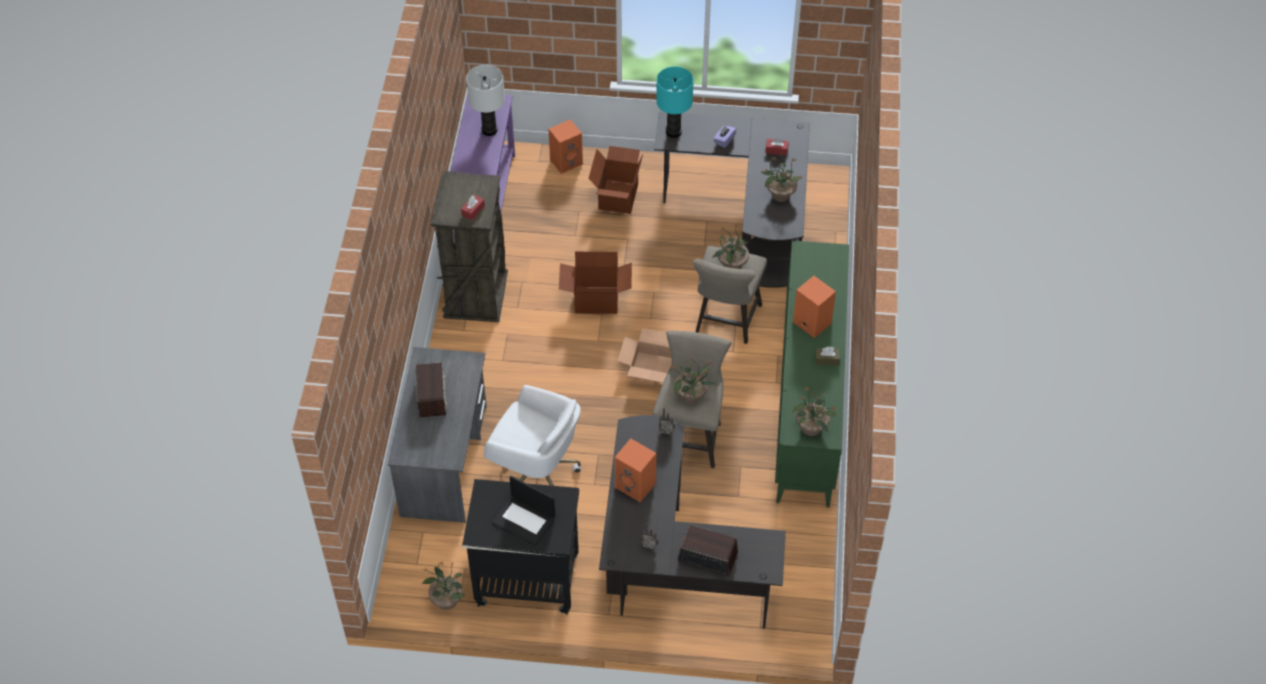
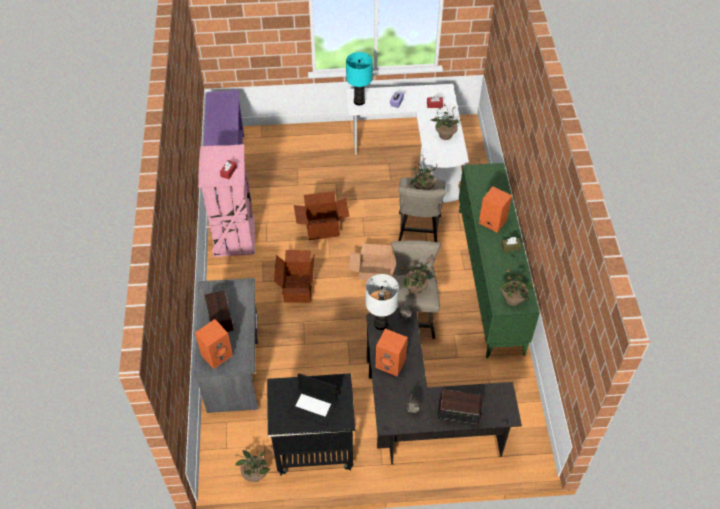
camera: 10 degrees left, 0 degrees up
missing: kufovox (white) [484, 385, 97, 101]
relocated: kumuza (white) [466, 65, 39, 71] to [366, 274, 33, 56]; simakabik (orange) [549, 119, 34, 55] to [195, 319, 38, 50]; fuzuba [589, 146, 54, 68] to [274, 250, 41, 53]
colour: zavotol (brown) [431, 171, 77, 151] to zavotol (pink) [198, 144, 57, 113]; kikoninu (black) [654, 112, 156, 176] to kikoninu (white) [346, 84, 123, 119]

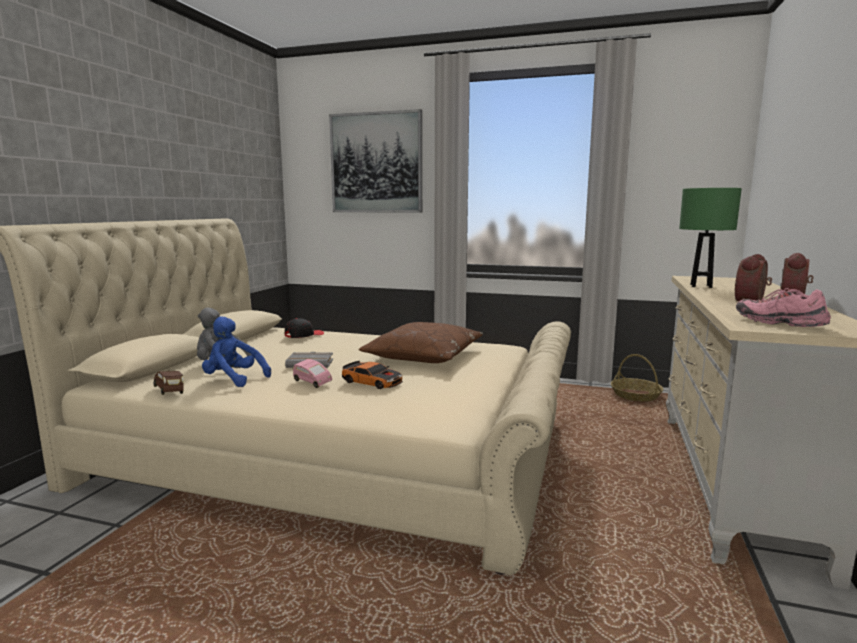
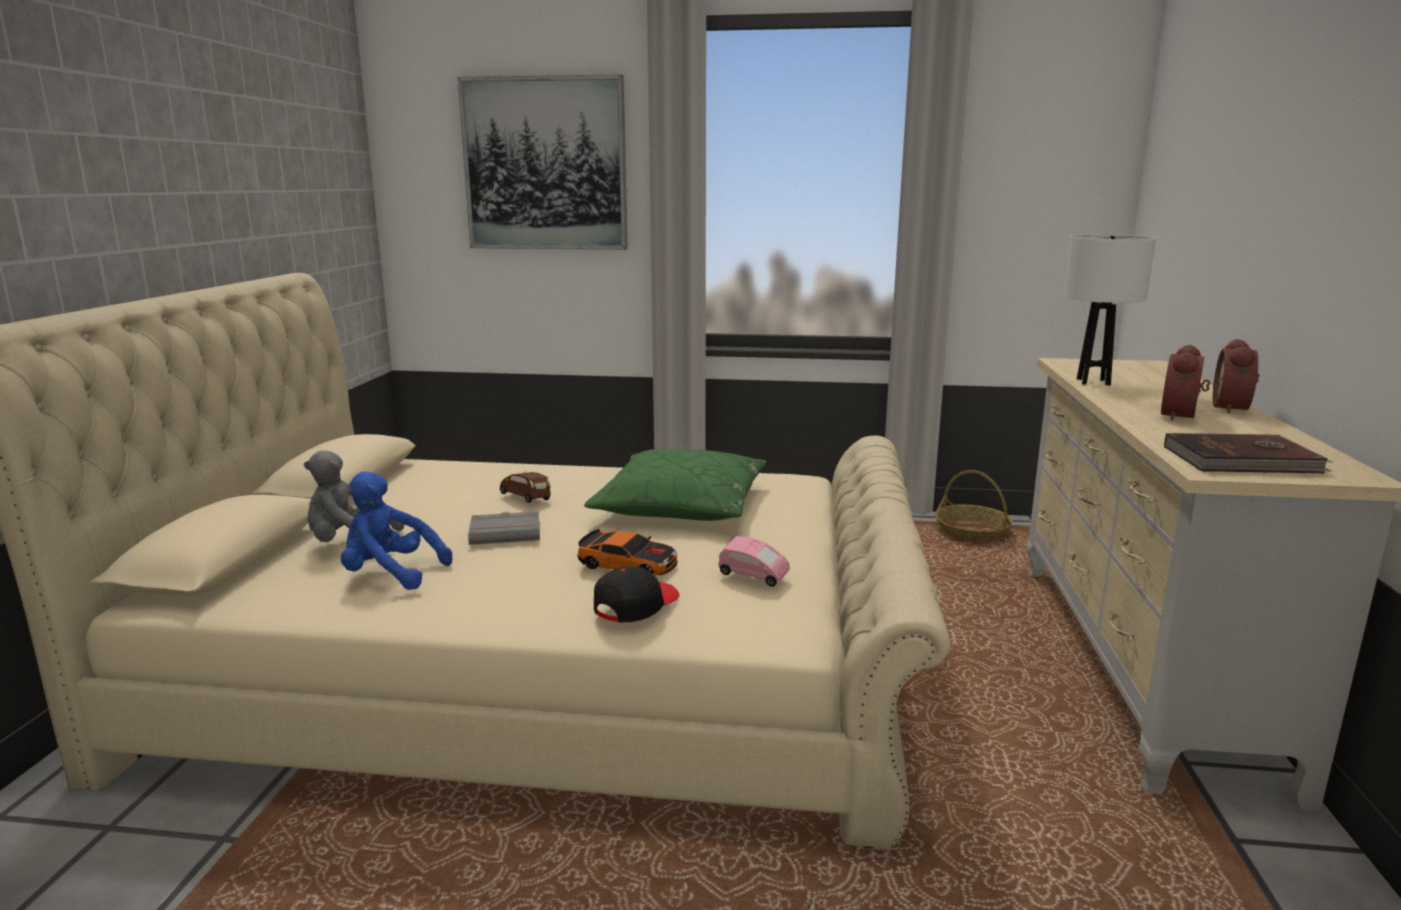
camera: 10 degrees left, 5 degrees up
relocated: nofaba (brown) [154, 371, 30, 24] to [500, 472, 51, 31]; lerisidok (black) [285, 318, 39, 20] to [594, 566, 85, 56]; nofaba (pink) [293, 359, 39, 29] to [718, 536, 72, 51]
exchanged: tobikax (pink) [736, 288, 95, 39] to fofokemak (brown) [1164, 433, 169, 40]
colour: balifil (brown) [359, 322, 124, 41] to balifil (green) [584, 449, 182, 72]; kumuza (green) [679, 188, 63, 100] to kumuza (white) [1064, 235, 92, 151]

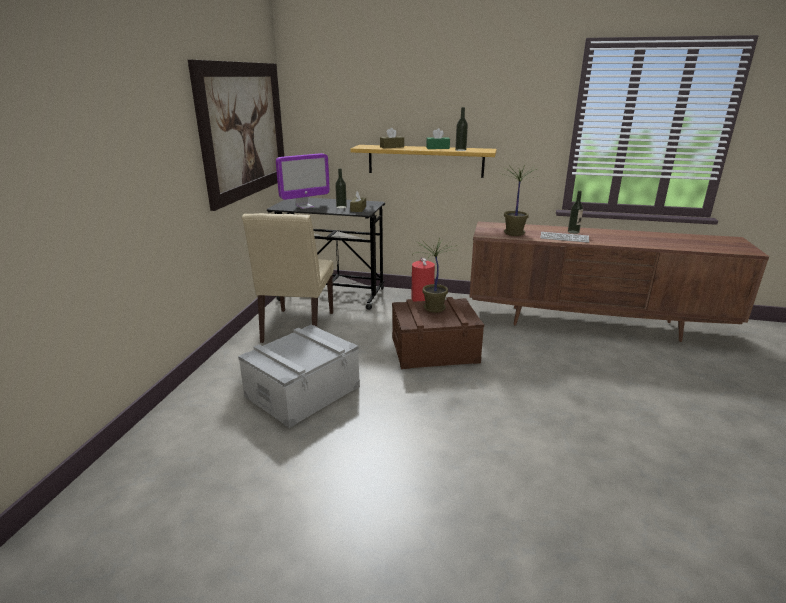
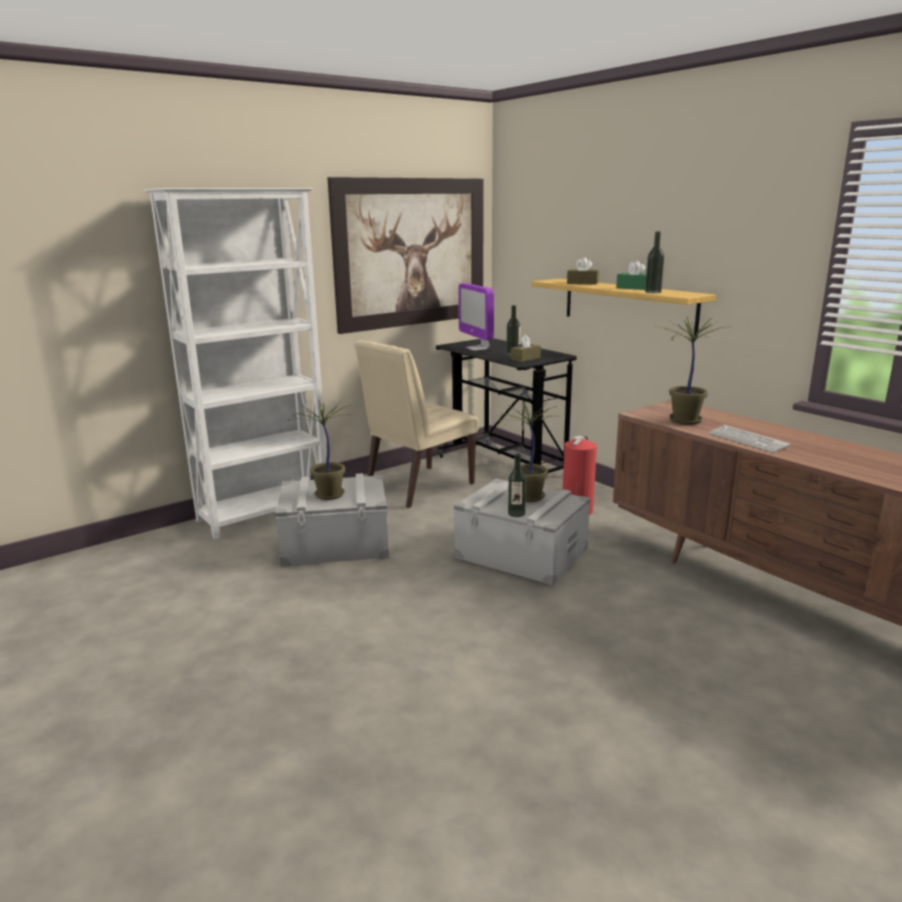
camera: 40 degrees right, 5 degrees down
appeared: zavotol (white) [144, 188, 183, 351]; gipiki [287, 400, 65, 100]
relocated: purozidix [568, 191, 15, 43] to [508, 453, 18, 64]
colour: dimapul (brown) [392, 297, 92, 72] to dimapul (grey) [454, 479, 137, 107]
spun: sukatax [276, 153, 54, 56] = [458, 283, 36, 68] 60 degrees clockwise

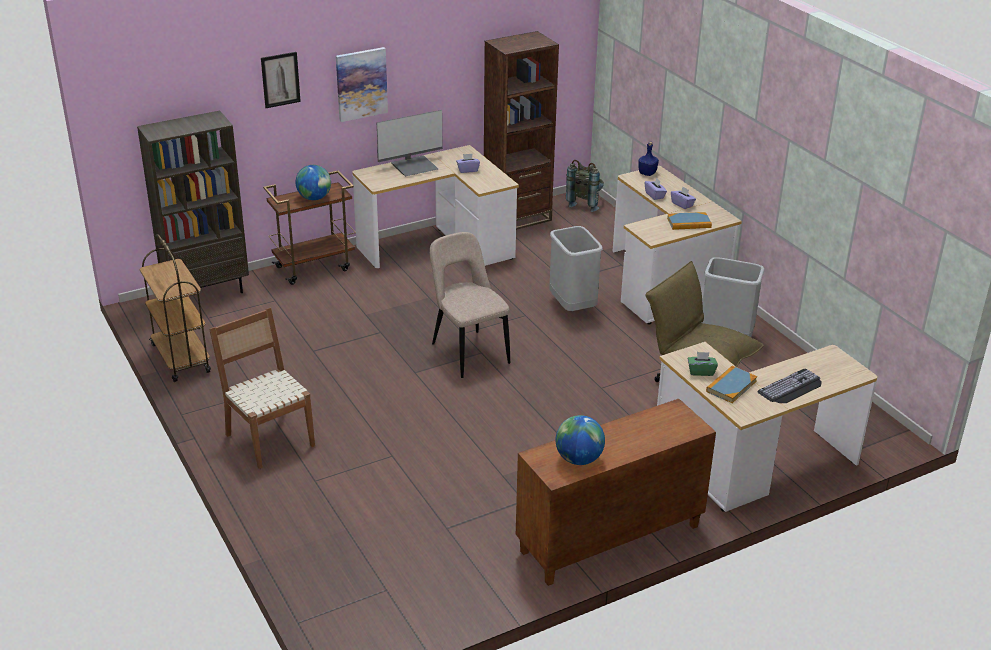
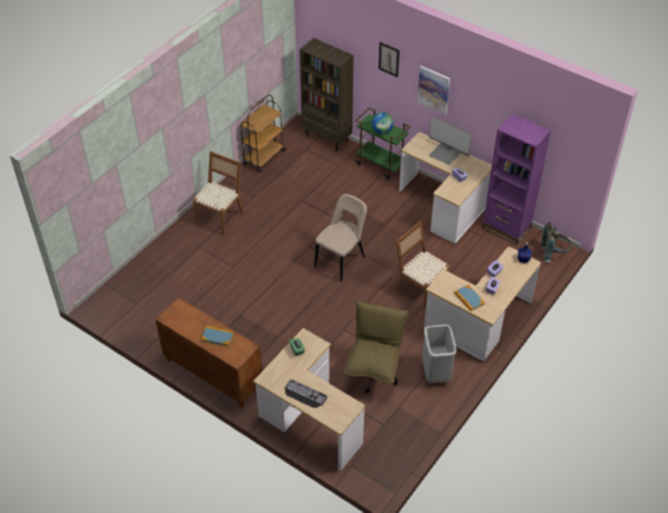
camera: 65 degrees right, 15 degrees up
missing: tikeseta [556, 415, 49, 50]
relocated: fofokemak [706, 366, 51, 37] to [201, 326, 33, 21]
exchanged: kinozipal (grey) [549, 226, 54, 85] to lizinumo [395, 221, 55, 89]
colour: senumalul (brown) [263, 170, 93, 115] to senumalul (green) [355, 108, 56, 72]; zavotol (brown) [484, 31, 75, 199] to zavotol (purple) [482, 114, 69, 131]

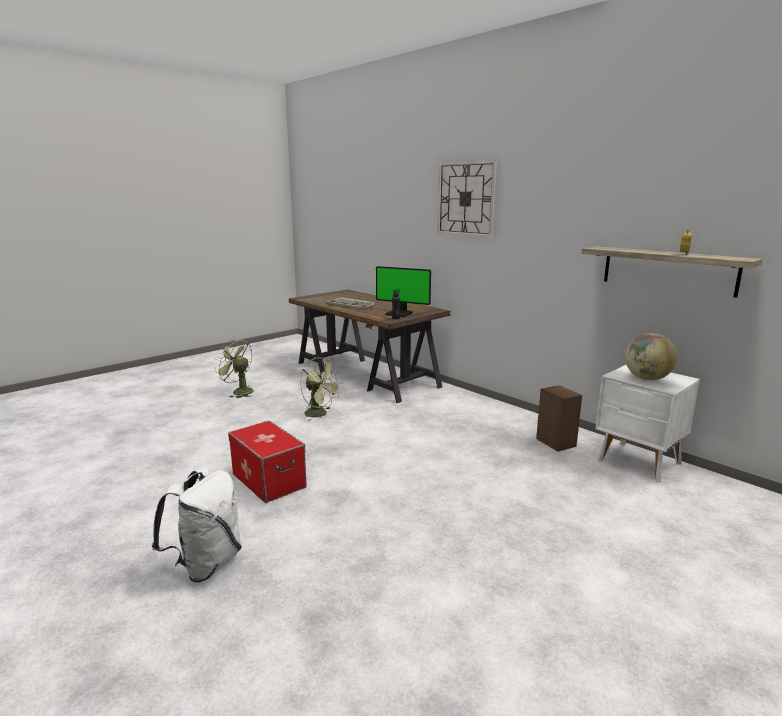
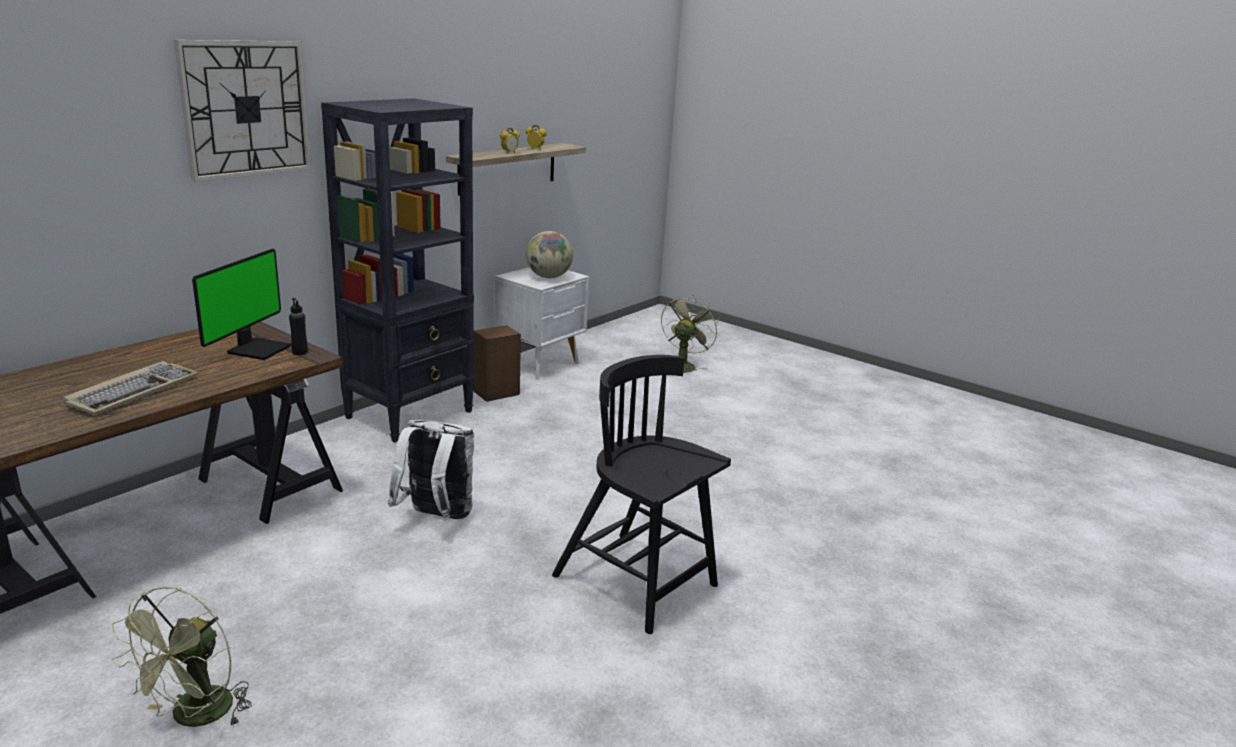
camera: 100 degrees left, 5 degrees up
appeared: zavotol (black) [321, 98, 154, 344]; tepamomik [500, 128, 20, 26]
relocated: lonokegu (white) [152, 468, 90, 115] to [388, 420, 86, 99]; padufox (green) [300, 357, 43, 64] to [661, 295, 58, 77]
exchanged: dimapul [228, 421, 79, 82] to lizinumo (black) [552, 355, 179, 279]

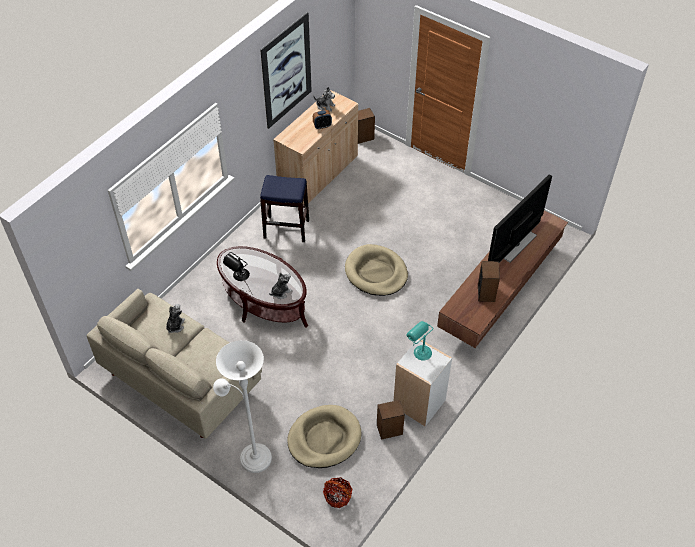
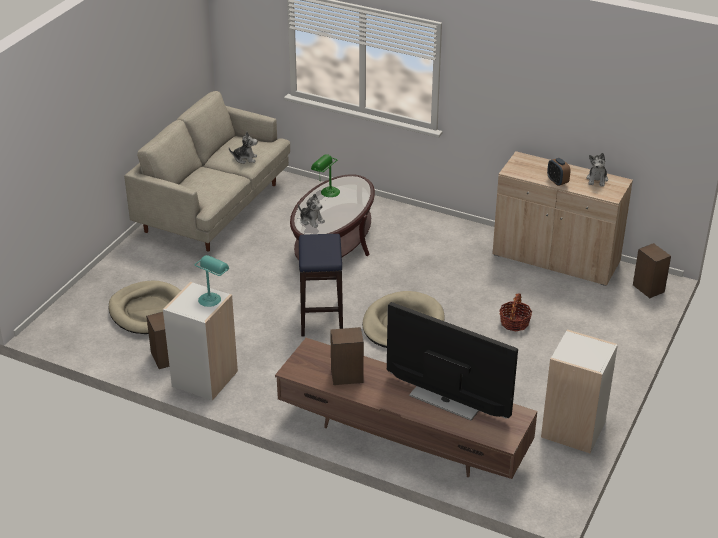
camera: 80 degrees right, 15 degrees down
missing: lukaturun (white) [213, 340, 59, 133]; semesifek [260, 12, 52, 117]
appeared: zavotol [541, 330, 77, 123]
relocated: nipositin [260, 175, 49, 67] to [299, 234, 44, 102]; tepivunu [323, 477, 30, 31] to [499, 293, 33, 38]
colour: kumuza (black) [223, 252, 27, 29] to kumuza (green) [311, 154, 29, 43]

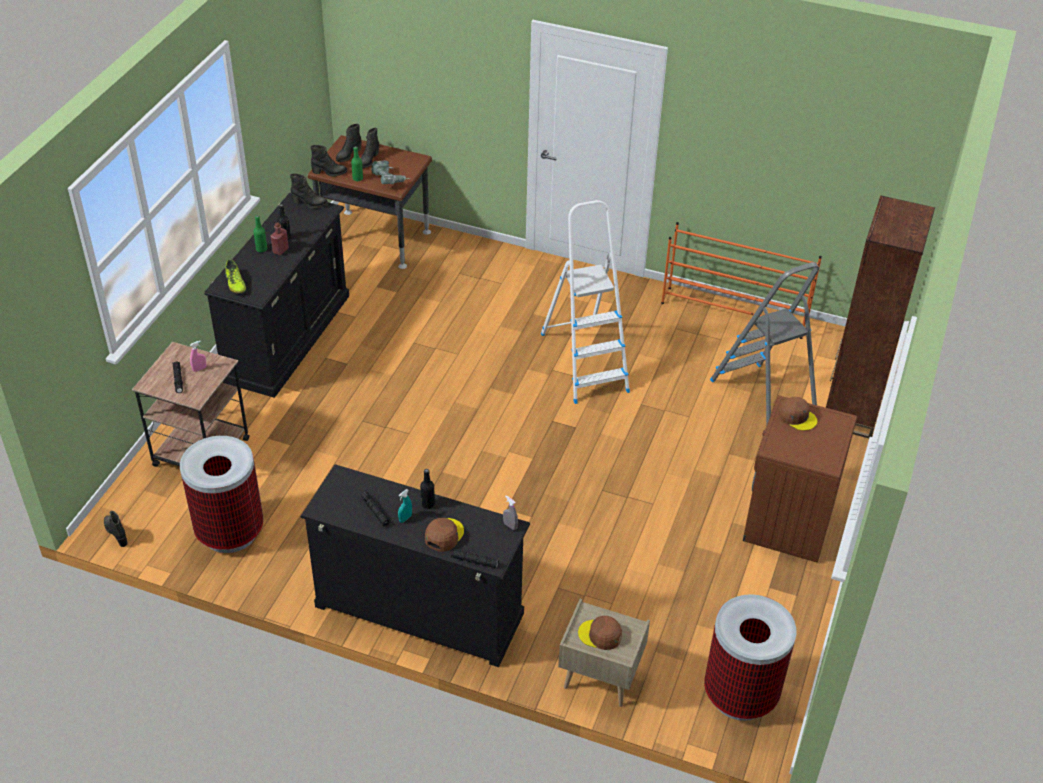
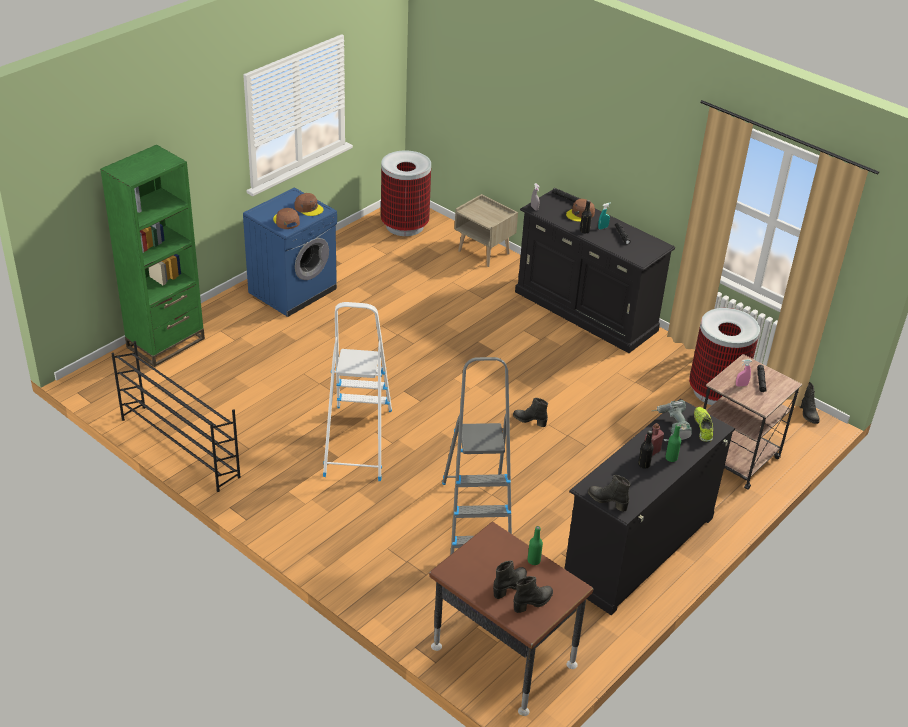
camera: 160 degrees left, 5 degrees down
relocated: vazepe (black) [310, 145, 37, 32] to [513, 398, 35, 29]; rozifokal [371, 161, 39, 23] to [652, 400, 40, 41]; lerisidok (brown) [578, 616, 44, 34] to [295, 193, 29, 23]; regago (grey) [710, 262, 109, 165] to [442, 357, 70, 197]
colour: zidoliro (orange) [661, 222, 161, 117] to zidoliro (black) [111, 341, 130, 151]; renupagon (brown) [743, 395, 114, 167] to renupagon (blue) [243, 188, 94, 129]; zavotol (brown) [826, 195, 109, 243] to zavotol (green) [100, 145, 105, 222]

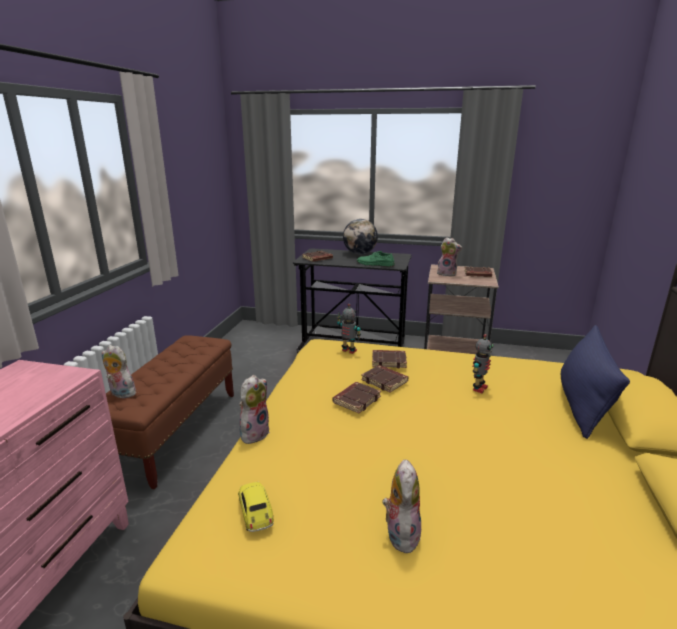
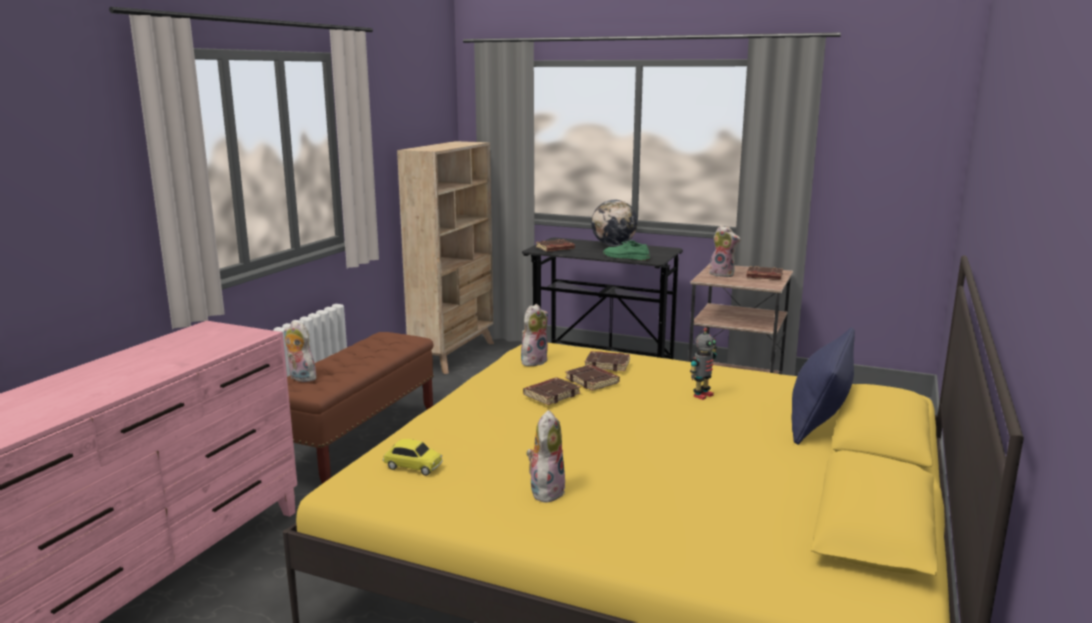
camera: 10 degrees right, 5 degrees down
missing: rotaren [337, 304, 24, 50]
appeared: zavotol (beige) [397, 141, 97, 233]
relocated: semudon [239, 375, 31, 69] to [521, 304, 27, 62]
spun: nofaba [238, 482, 36, 50] = [383, 439, 60, 37] 120 degrees clockwise

